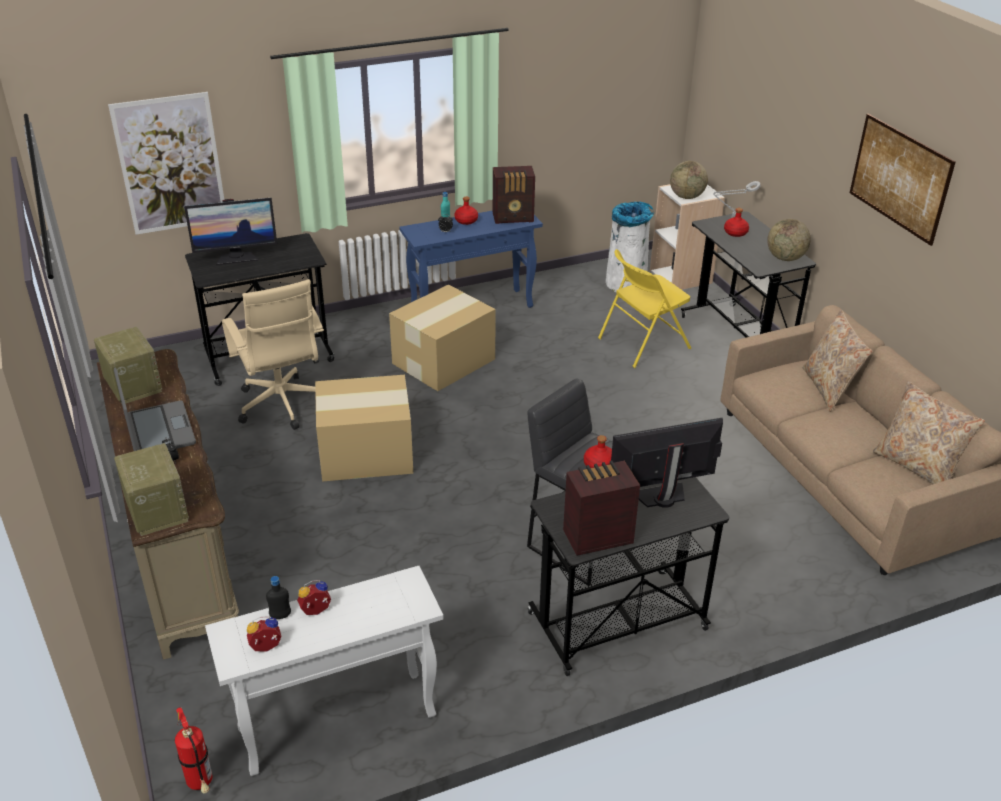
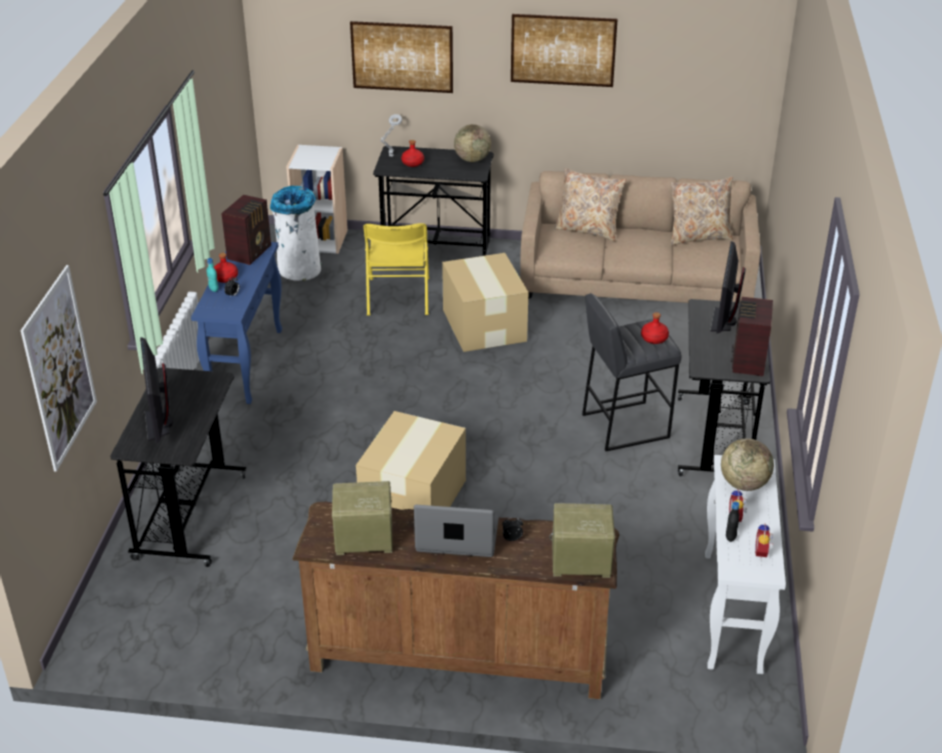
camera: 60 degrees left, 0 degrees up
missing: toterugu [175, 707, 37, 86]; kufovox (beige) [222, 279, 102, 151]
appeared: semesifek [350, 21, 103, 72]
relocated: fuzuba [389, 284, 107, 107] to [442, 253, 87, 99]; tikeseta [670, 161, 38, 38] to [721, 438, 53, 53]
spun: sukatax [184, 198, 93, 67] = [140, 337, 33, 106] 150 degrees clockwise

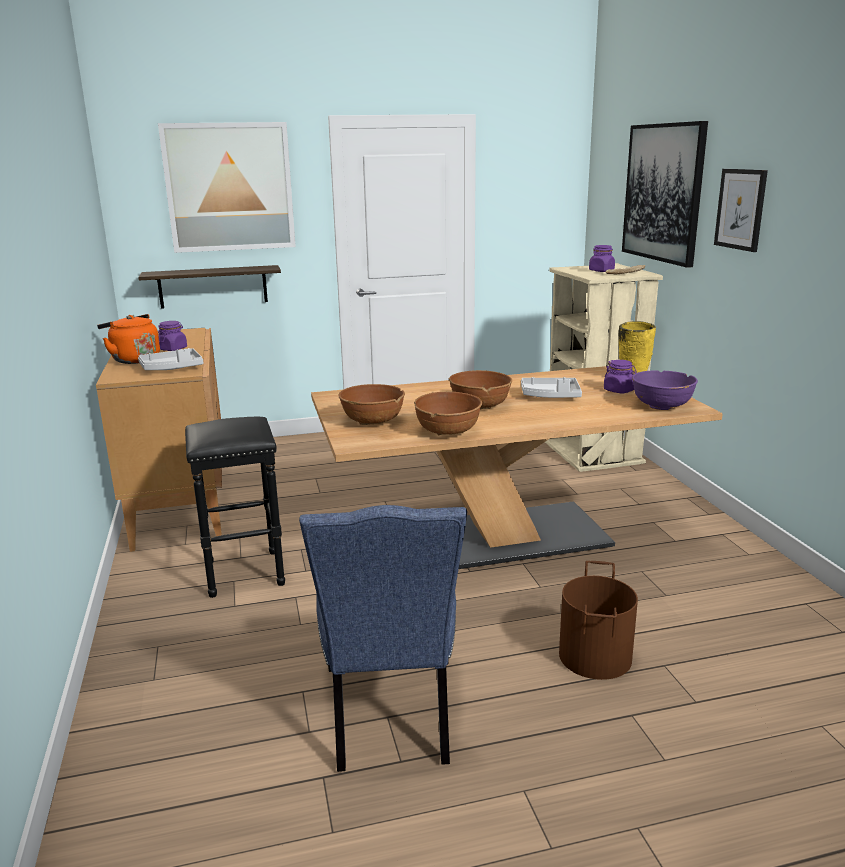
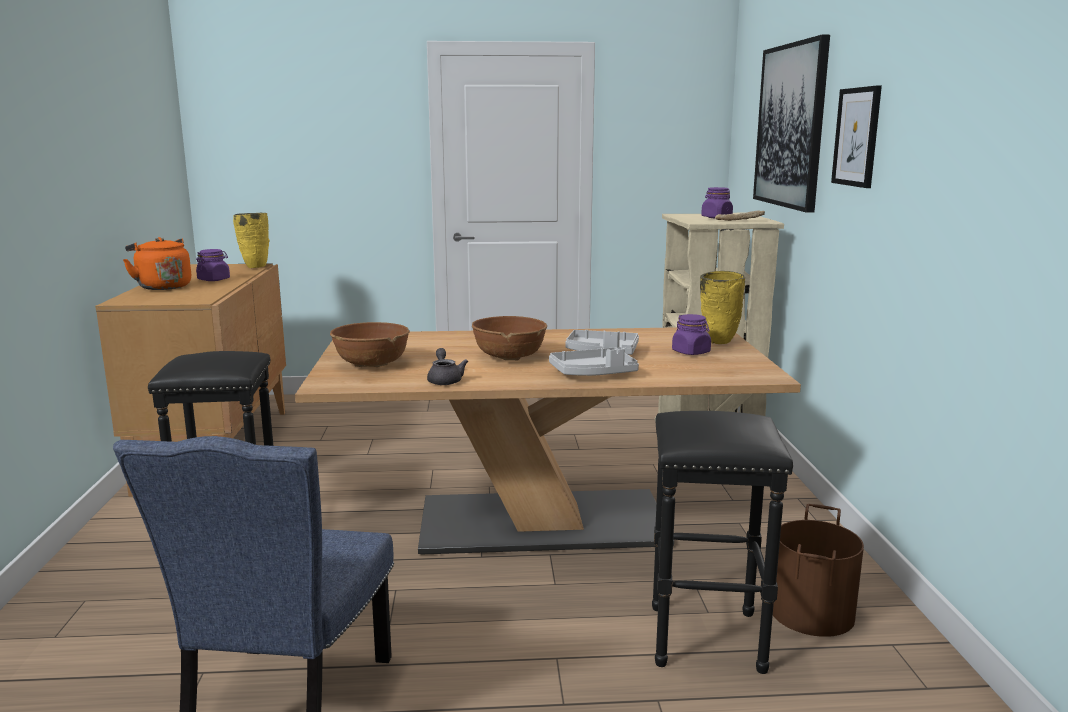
camera: 10 degrees right, 5 degrees down
missing: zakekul [138, 265, 143, 44]; semesifek [158, 122, 138, 131]; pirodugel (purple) [632, 370, 66, 40]
appeared: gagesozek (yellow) [233, 213, 37, 55]; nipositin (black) [652, 411, 141, 263]
relocated: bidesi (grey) [138, 348, 65, 22] to [549, 347, 90, 29]; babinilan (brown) [559, 561, 79, 119] to [773, 504, 91, 133]
exchanged: pirodugel (brown) [414, 392, 68, 43] to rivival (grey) [427, 348, 41, 37]

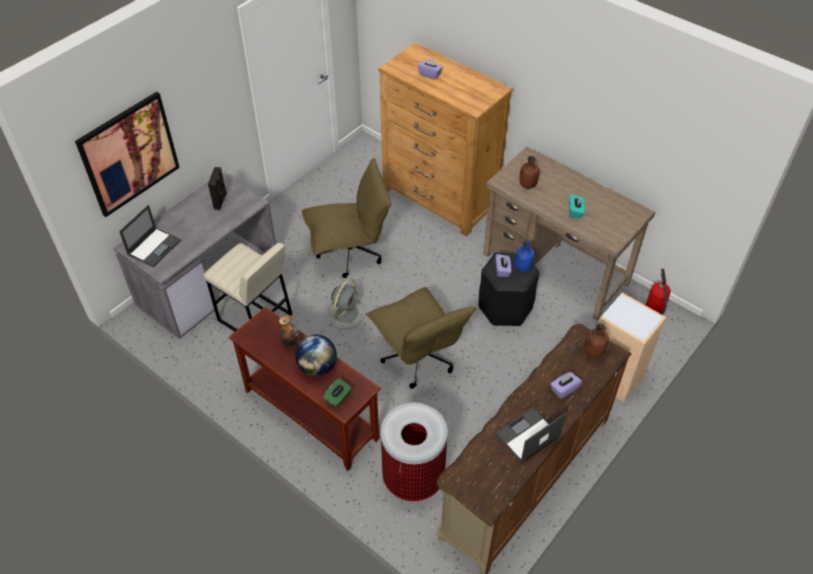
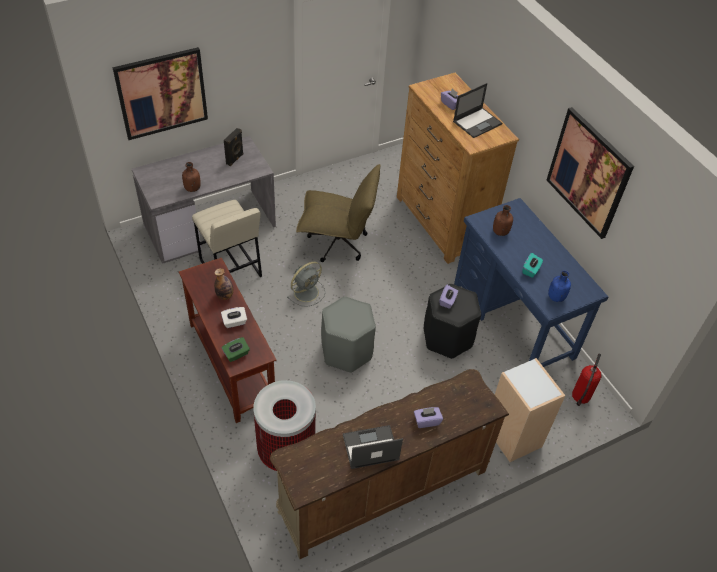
camera: 20 degrees right, 0 degrees up
appeared: semesifek [547, 107, 87, 132]
relocated: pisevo [119, 205, 62, 62] to [453, 83, 49, 55]; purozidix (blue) [515, 241, 20, 31] to [548, 271, 23, 31]; purozidix (brown) [584, 323, 25, 35] to [182, 162, 19, 30]
exchanged: tikeseta [295, 335, 42, 41] to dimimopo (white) [221, 307, 26, 21]; kufovox (beige) [366, 287, 111, 102] to nipositin (grey) [321, 296, 55, 77]
colour: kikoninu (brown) [483, 147, 172, 174] to kikoninu (blue) [454, 198, 154, 169]

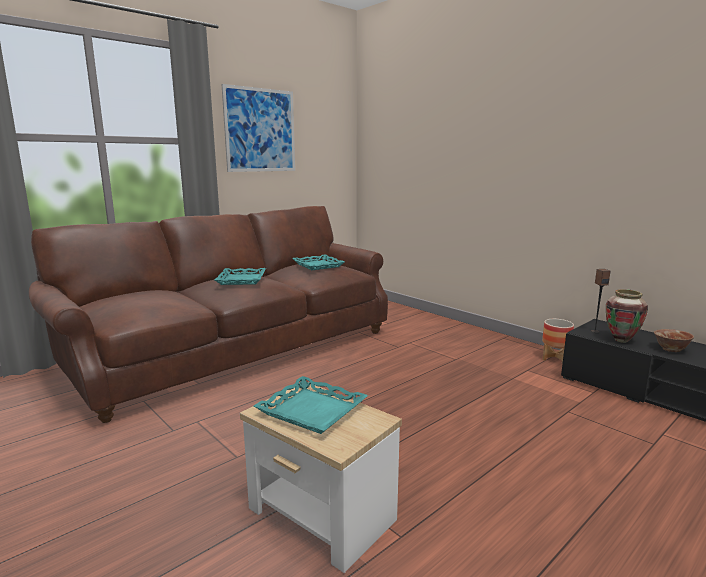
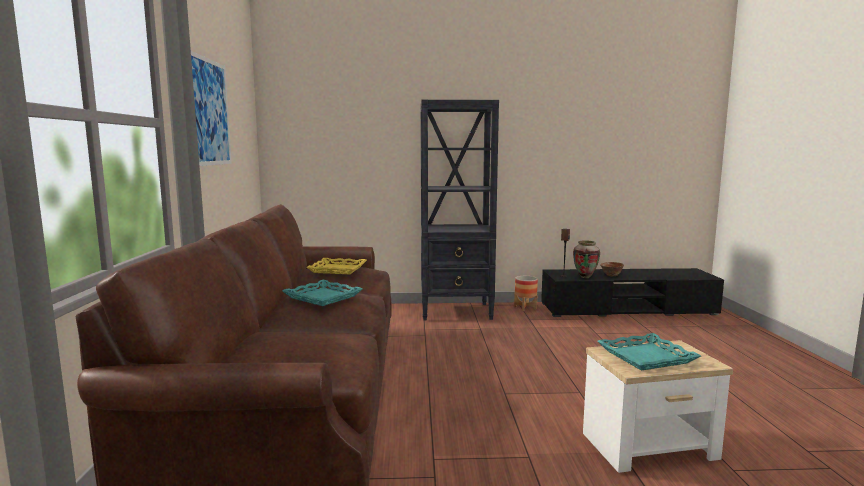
camera: 50 degrees left, 5 degrees down
appeared: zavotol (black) [421, 100, 78, 221]
colour: bidesi (turquoise) [292, 254, 53, 16] to bidesi (yellow) [306, 258, 61, 16]

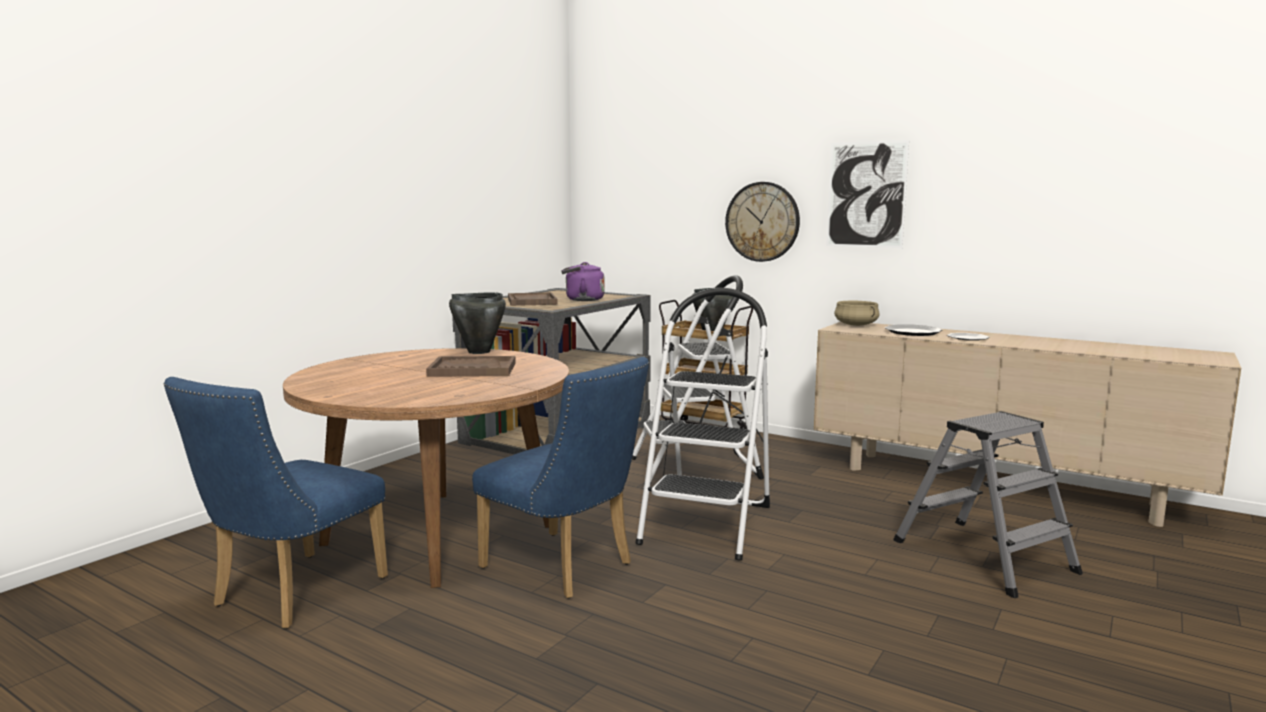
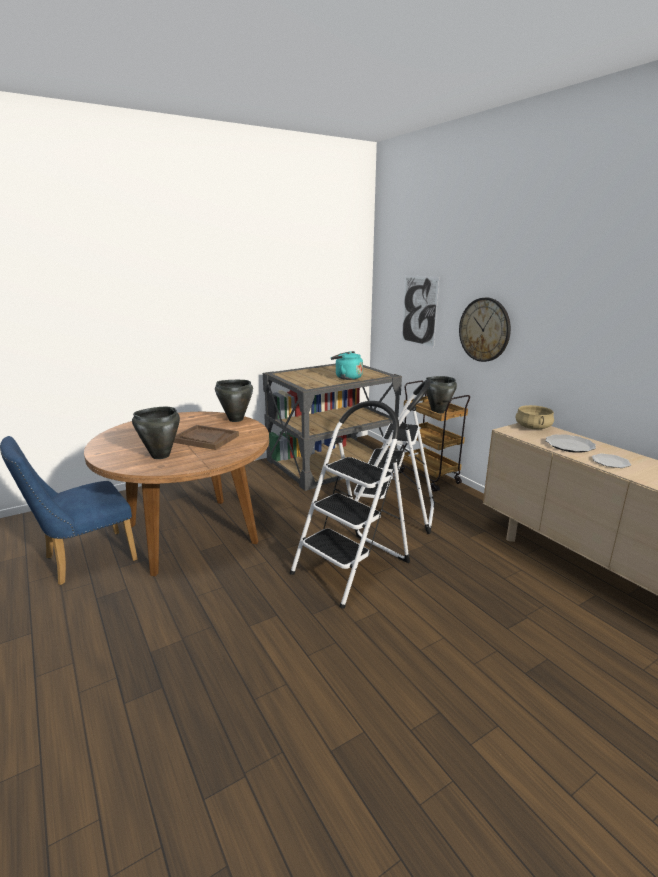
camera: 25 degrees right, 10 degrees up
missing: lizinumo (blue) [472, 357, 177, 242]; bidesi (brown) [508, 292, 50, 14]; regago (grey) [893, 411, 190, 187]
appeared: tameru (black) [132, 407, 48, 52]
relocated: semesifek [826, 140, 83, 108] to [401, 275, 38, 73]
colour: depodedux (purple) [562, 262, 43, 39] to depodedux (turquoise) [331, 351, 32, 29]

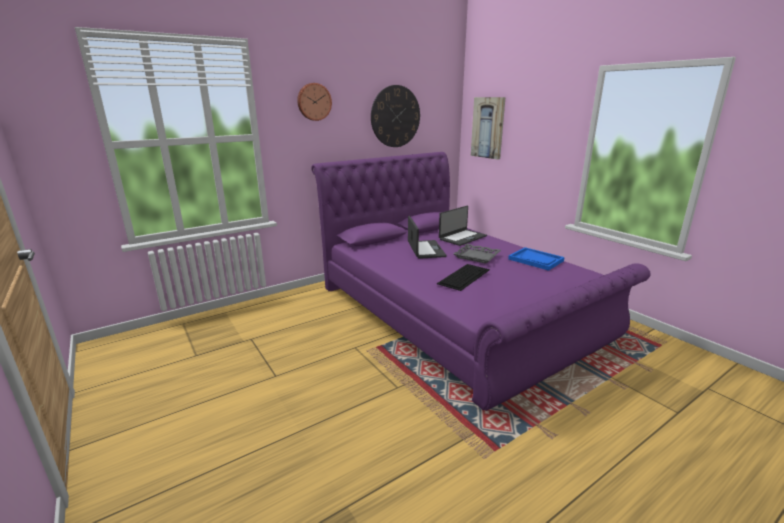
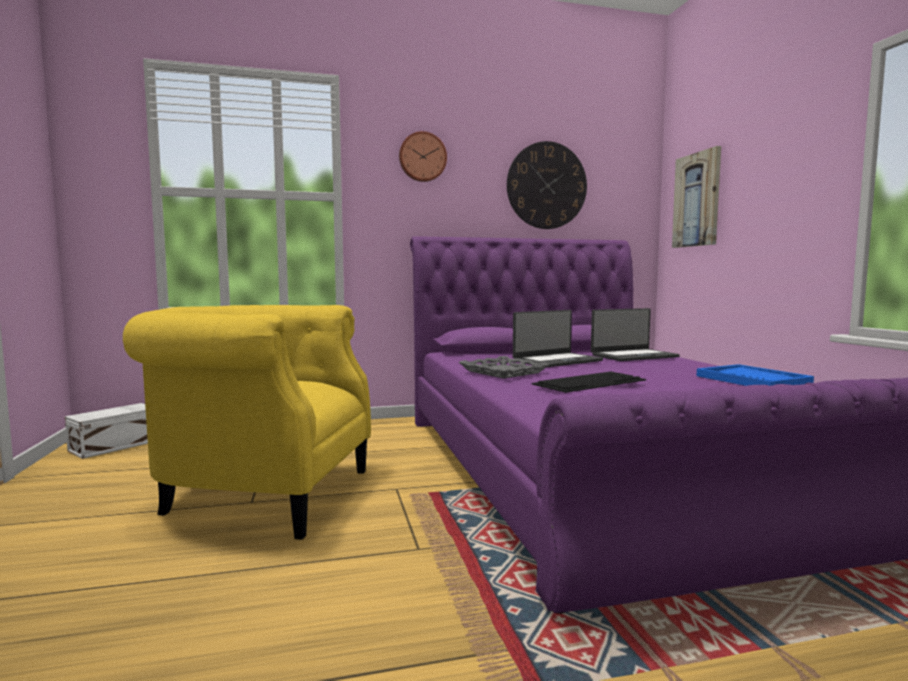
camera: 20 degrees right, 15 degrees down
appeared: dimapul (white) [65, 403, 83, 56]; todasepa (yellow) [123, 305, 248, 235]
relocated: bidesi (grey) [453, 244, 48, 20] to [459, 356, 91, 23]
spun: pisevo [408, 216, 39, 43] = [513, 310, 90, 57] 45 degrees clockwise

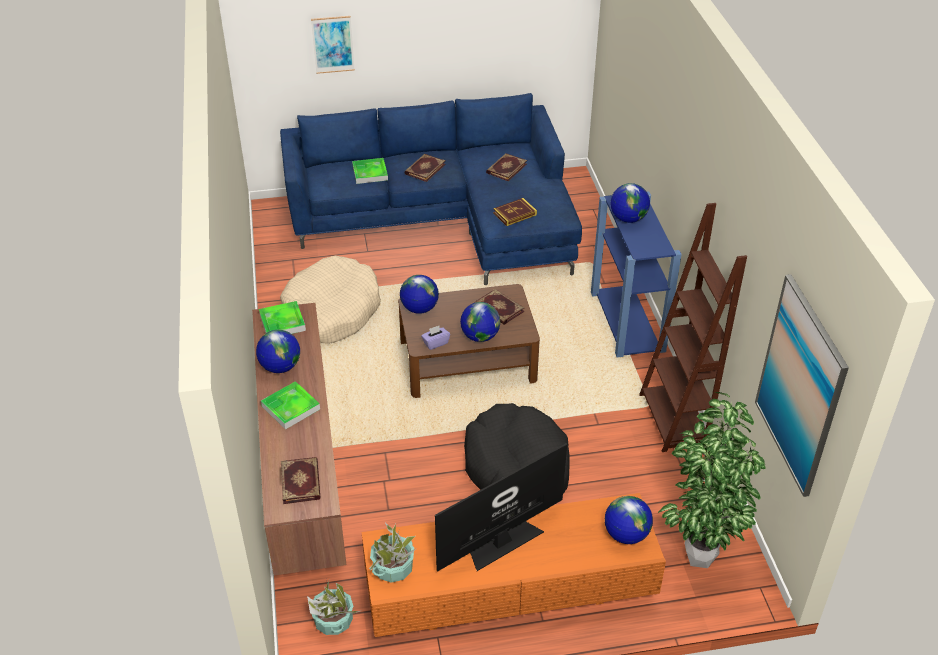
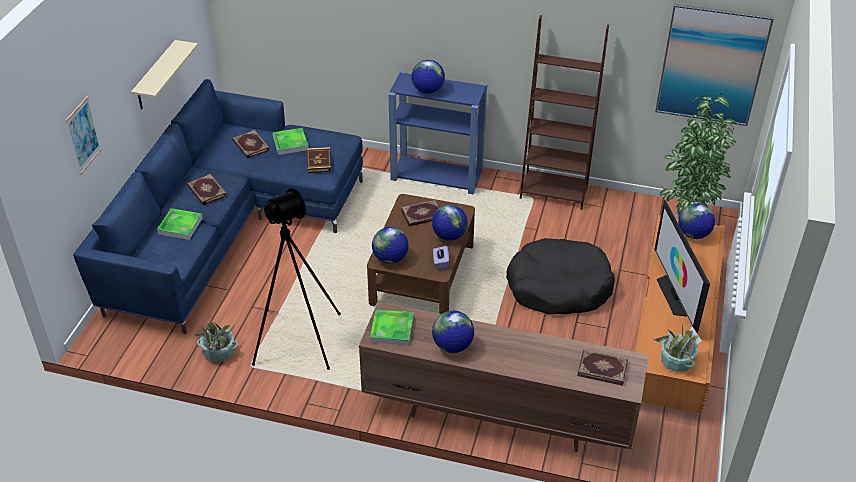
camera: 65 degrees left, 0 degrees up
appeared: zakekul (beige) [131, 40, 67, 69]
relocated: bidesi [261, 381, 59, 49] to [273, 128, 36, 27]; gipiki [307, 580, 53, 55] to [193, 322, 45, 40]
exchanged: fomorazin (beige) [280, 256, 101, 88] to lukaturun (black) [252, 188, 89, 182]

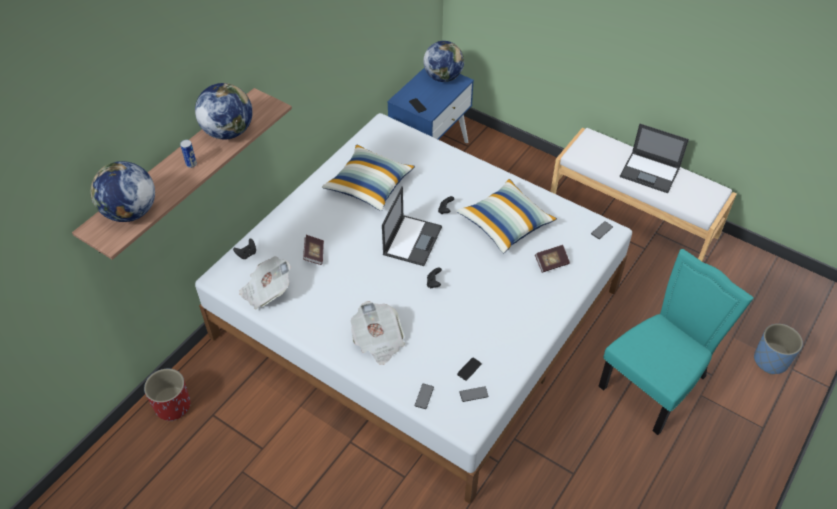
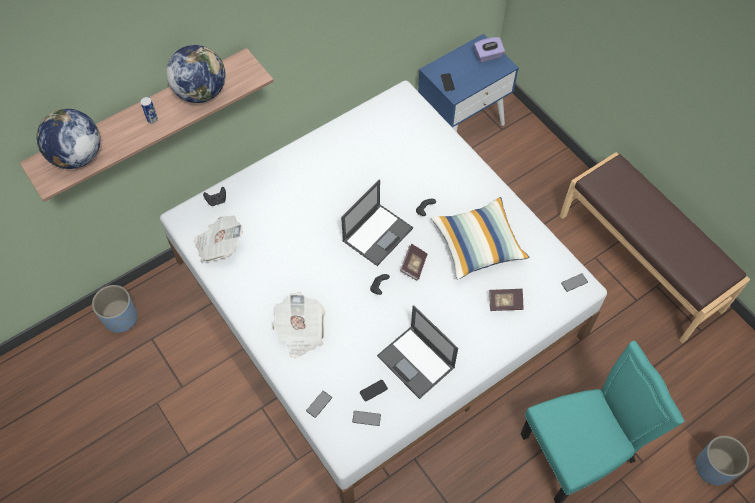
camera: 20 degrees right, 10 degrees up
missing: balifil [322, 144, 93, 67]
relocated: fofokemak [303, 235, 21, 30] to [400, 244, 28, 37]; pisevo [620, 124, 69, 69] to [377, 305, 81, 94]
exchanged: tikeseta [423, 41, 41, 41] to dimimopo (purple) [474, 37, 31, 26]
colour: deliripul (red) [144, 369, 47, 52] to deliripul (blue) [92, 285, 45, 48]; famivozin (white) [551, 128, 186, 134] to famivozin (brown) [559, 152, 192, 191]

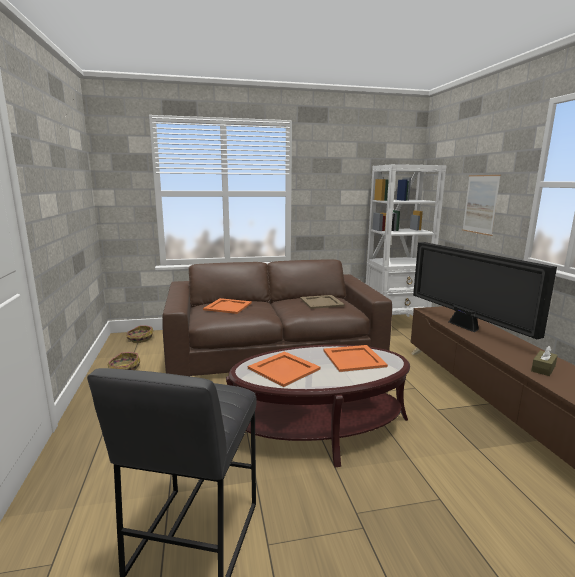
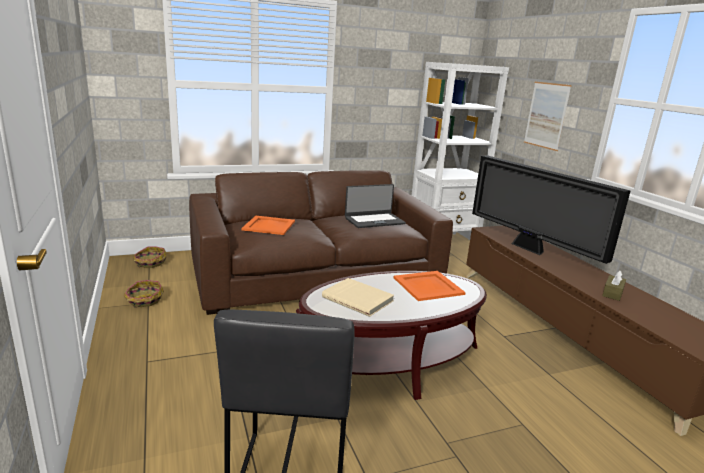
camera: 10 degrees left, 5 degrees up
exchanged: bidesi (orange) [248, 351, 73, 36] to fofokemak (beige) [322, 278, 72, 39]; bidesi (beige) [300, 295, 45, 14] to pisevo [345, 184, 61, 44]

